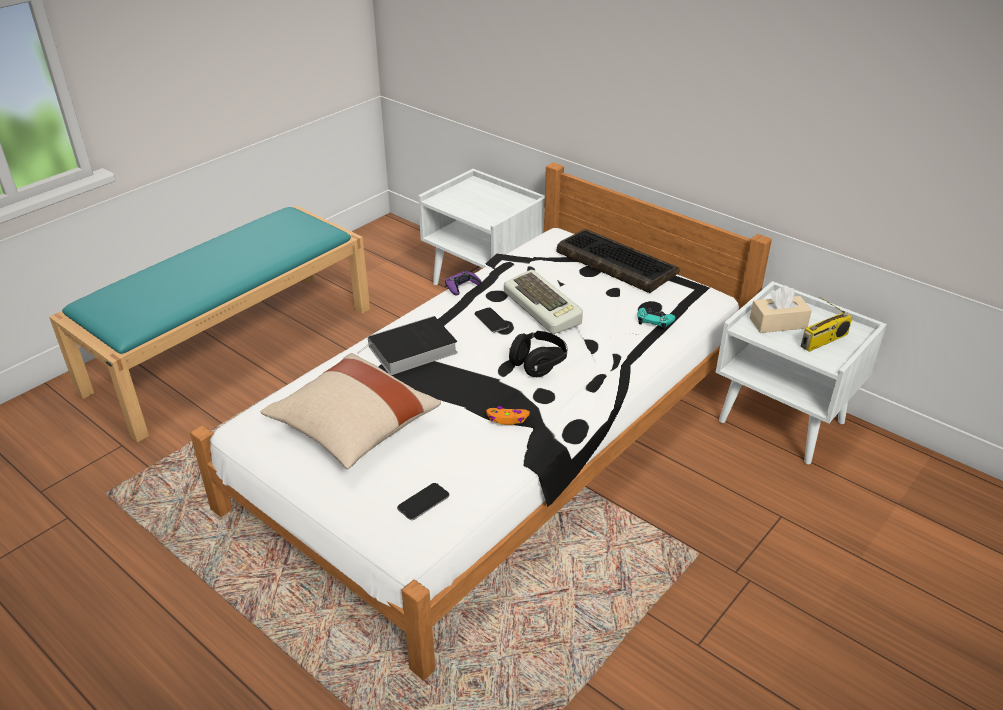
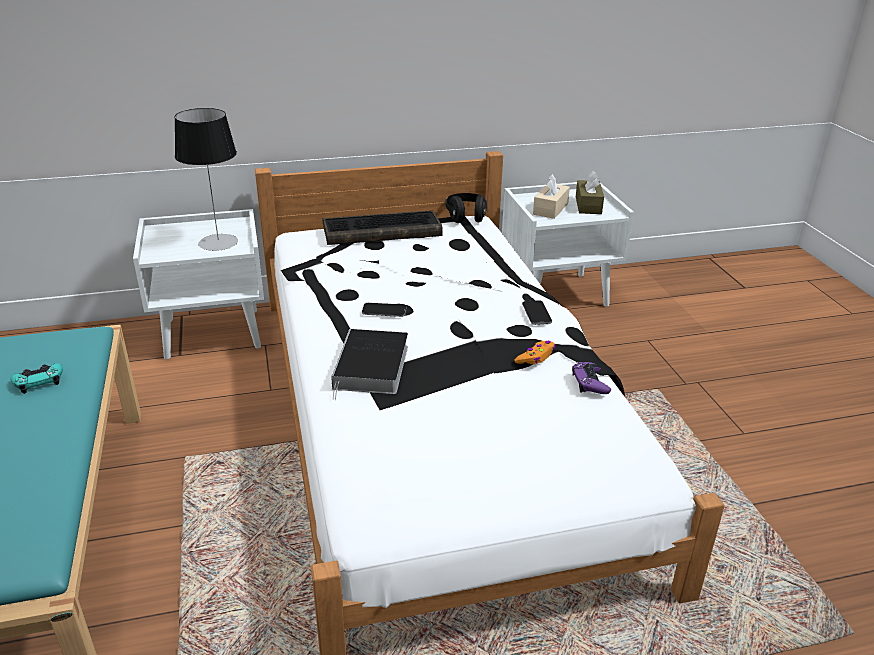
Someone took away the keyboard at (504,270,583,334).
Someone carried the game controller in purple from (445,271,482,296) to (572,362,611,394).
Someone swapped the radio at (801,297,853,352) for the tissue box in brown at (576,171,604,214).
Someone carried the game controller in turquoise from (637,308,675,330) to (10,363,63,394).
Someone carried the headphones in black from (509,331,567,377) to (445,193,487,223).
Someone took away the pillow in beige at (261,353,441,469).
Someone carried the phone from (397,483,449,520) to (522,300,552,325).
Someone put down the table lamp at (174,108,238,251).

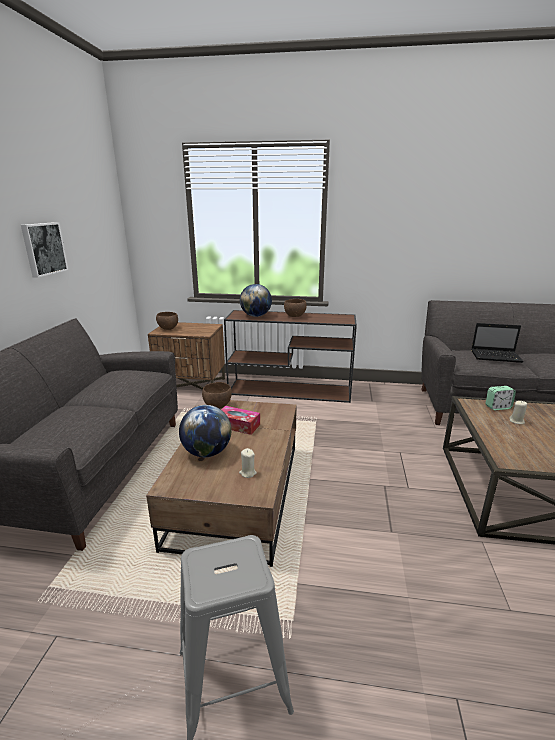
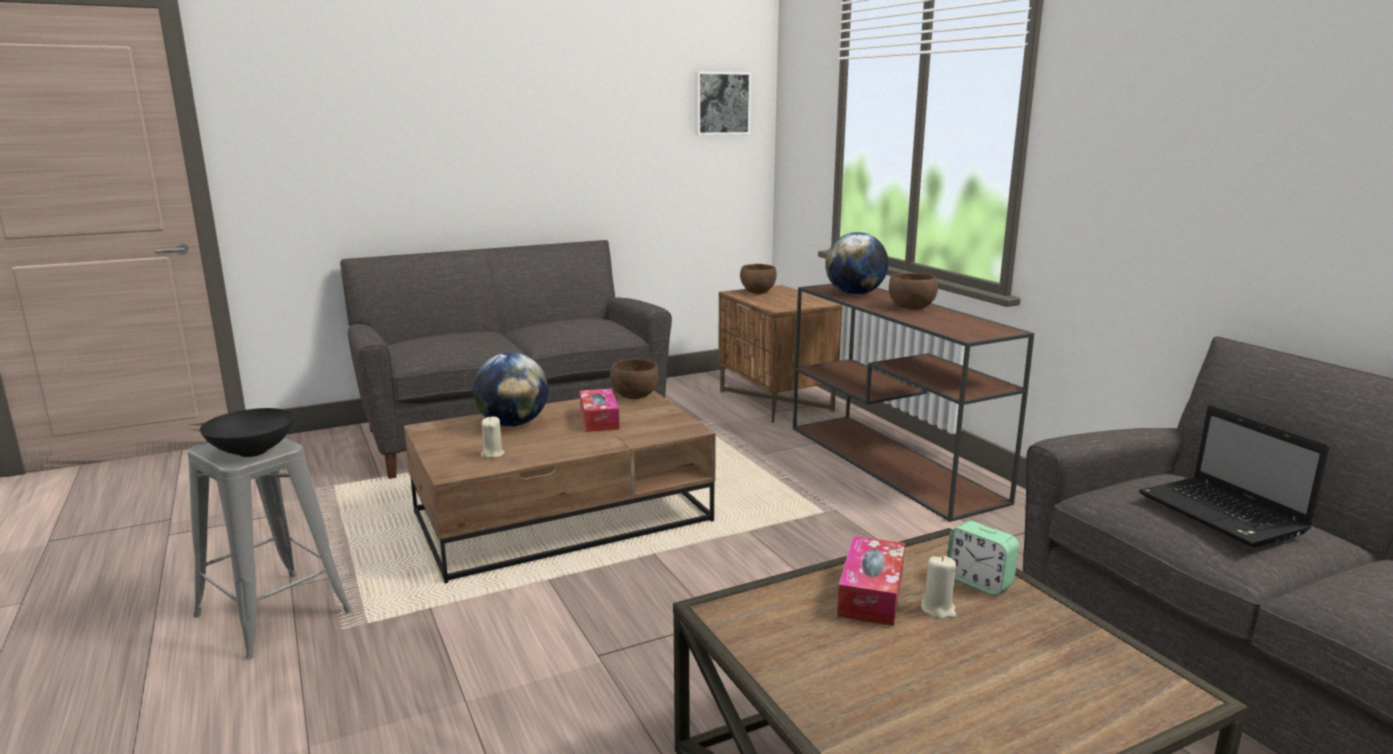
Someone carried the picture from (21,222,68,278) to (695,72,751,135).
Someone put down the bowl in black at (200,408,294,457).
Someone put down the tissue box at (837,536,905,626).

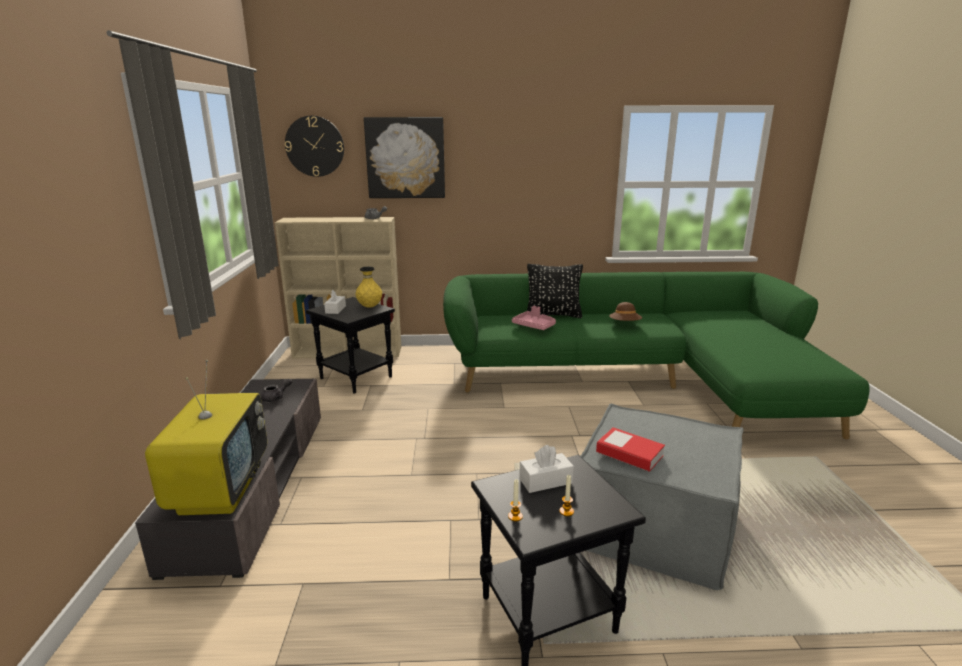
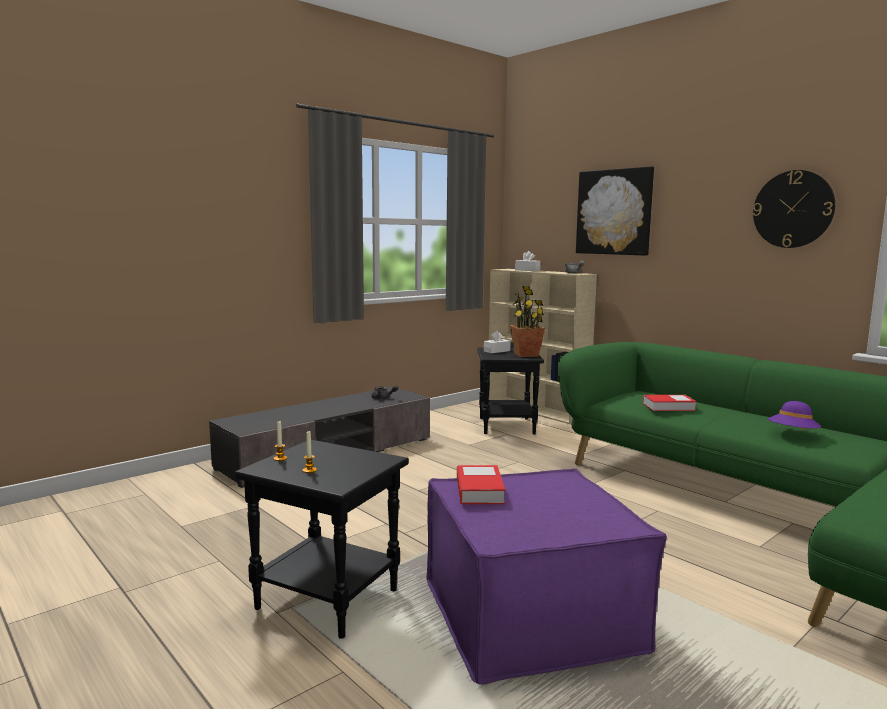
Someone carried the wall clock from (285,116,344,177) to (753,170,835,248).
Someone took away the pillow in black at (527,264,583,318).
Someone swapped the vase in yellow at (355,267,382,308) for the potted plant at (510,286,545,357).
Someone repainted the hat in brown at (609,302,642,321), which became the hat in purple at (768,401,821,430).
Someone swapped the tray in pink at (512,306,556,330) for the book at (643,395,697,411).
Someone took away the television at (145,360,267,515).
Someone repainted the ottoman in grey at (581,403,744,590), which became the ottoman in purple at (426,468,667,685).
Someone carried the tissue box in white from (519,445,574,493) to (515,251,541,271).

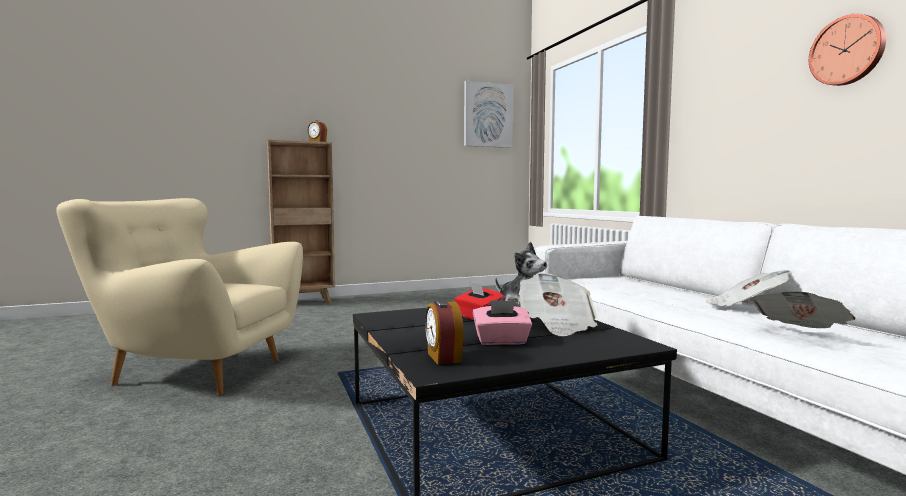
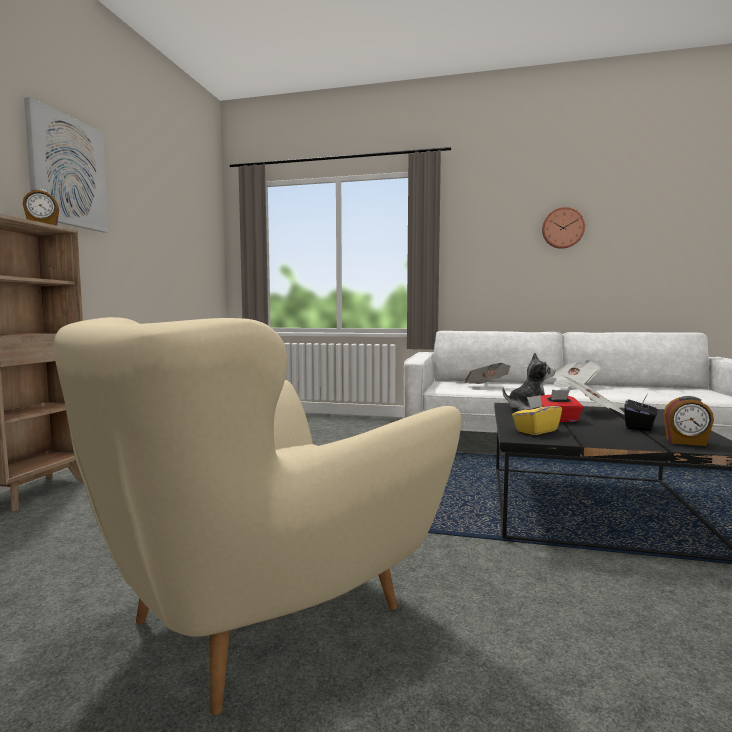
Someone carried the picture from (464,81,513,148) to (24,97,109,233).
Someone carried the newspaper from (750,292,856,328) to (465,363,511,384).
Someone repainted the tissue box in pink at (473,300,532,345), which became the tissue box in black at (624,394,658,431).
Someone put down the tissue box in yellow at (512,395,562,435).

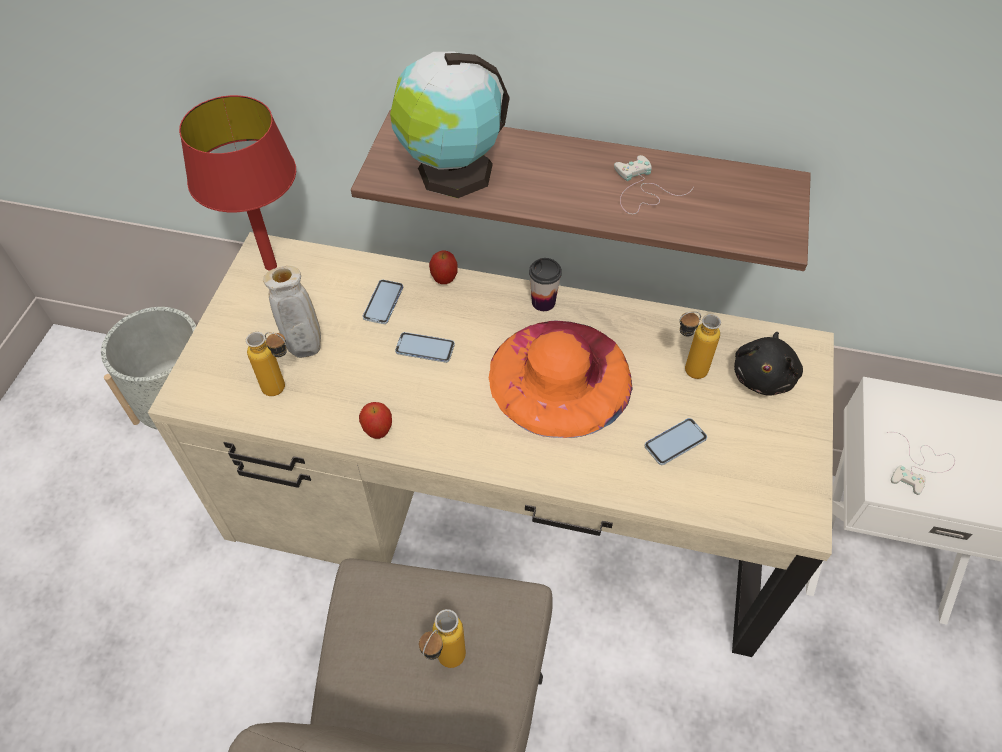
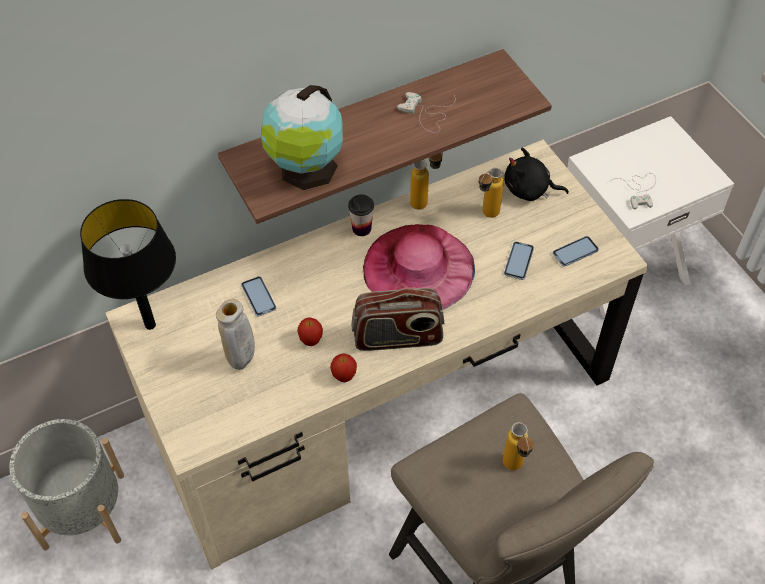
Someone repainted the table lamp in red at (179,95,296,271), which became the table lamp in black at (80,199,176,330).
Someone carried the apple from (429,250,458,284) to (297,317,323,346).
Someone repainted the hat in orange at (489,320,633,438), which became the hat in pink at (363,224,475,310).
Someone carried the bottle from (246,332,287,396) to (410,152,443,210).
Someone carried the phone from (395,332,455,363) to (552,236,599,267).
Someone rotated the plush toy in black at (734,332,803,396) by 120 degrees clockwise.
Someone put down the radio at (351,288,444,351).

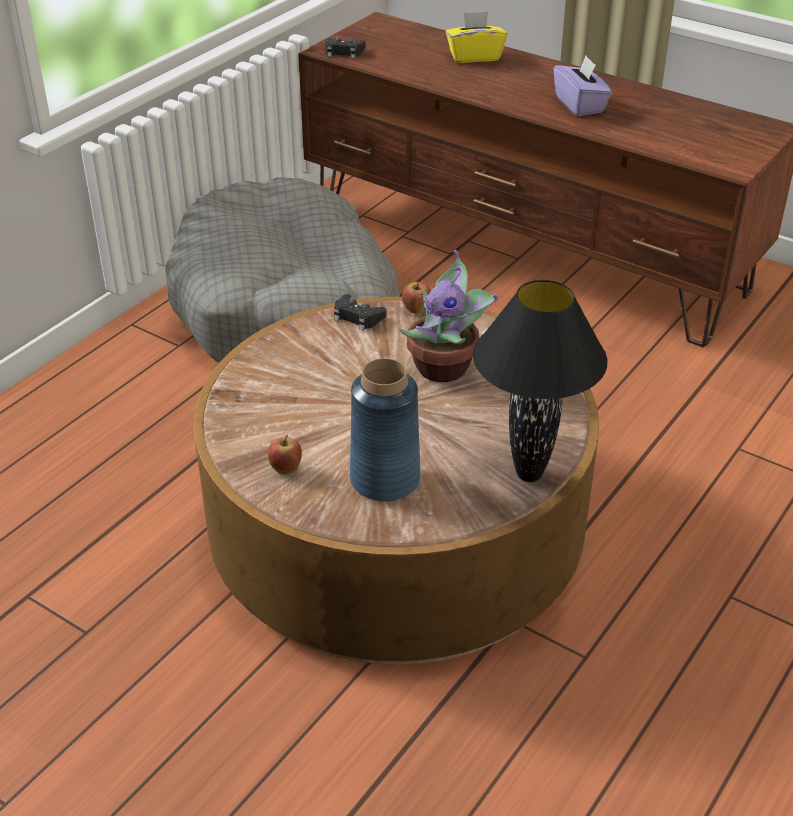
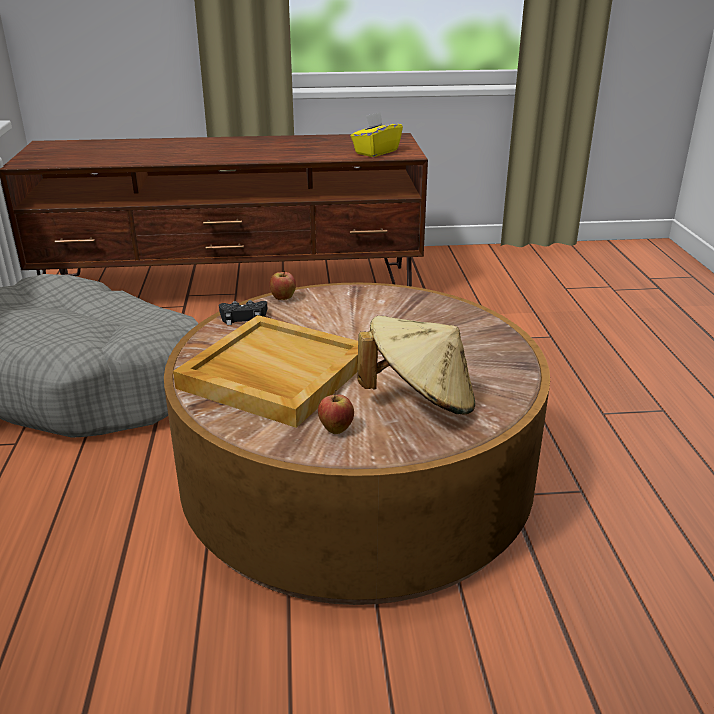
Someone carried the tissue box in yellow from (446,11,507,63) to (351,112,403,157).
Someone took away the game controller in black at (325,37,366,58).
Someone took away the tissue box in purple at (554,56,612,116).
Someone took away the potted plant at (399,250,498,382).
Someone took away the table lamp in black at (473,280,607,482).
Someone swapped the vase in blue at (350,358,421,502) for the hat in beige at (358,316,475,415).
Someone put down the tray in beige at (173,315,358,428).

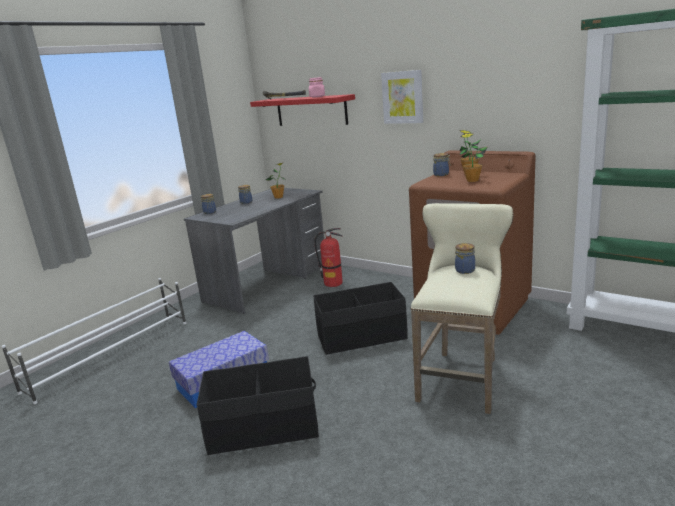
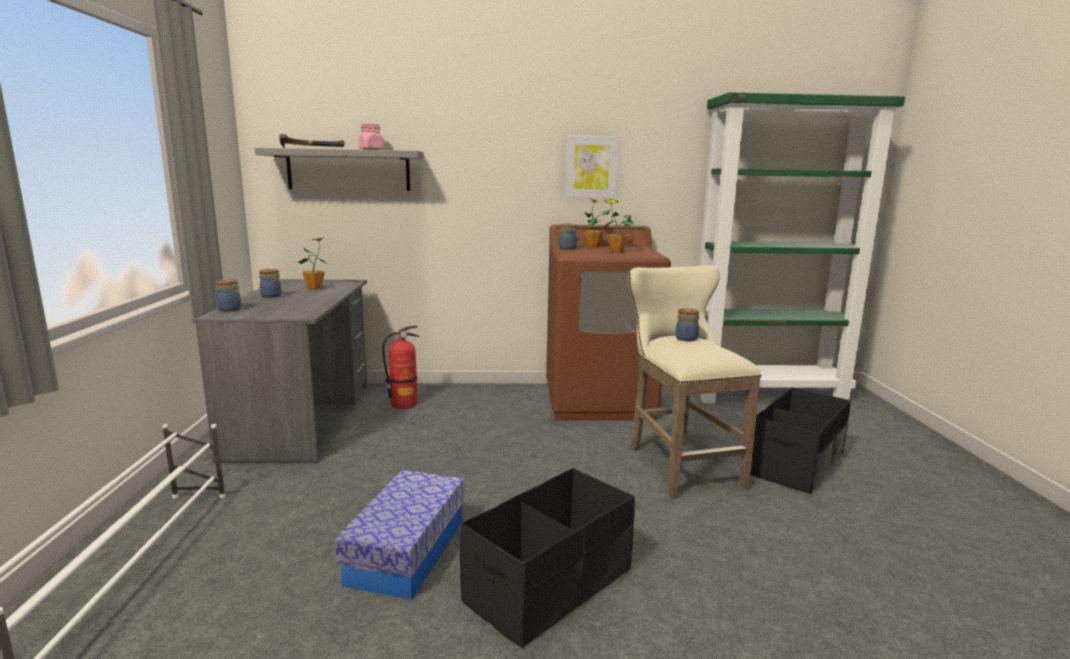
Someone carried the picture from (381,70,423,124) to (564,135,619,198).
Someone repainted the shelf in red at (250,94,355,126), which became the shelf in grey at (255,148,424,191).
Someone carried the storage box in black from (313,282,408,355) to (751,387,851,494).

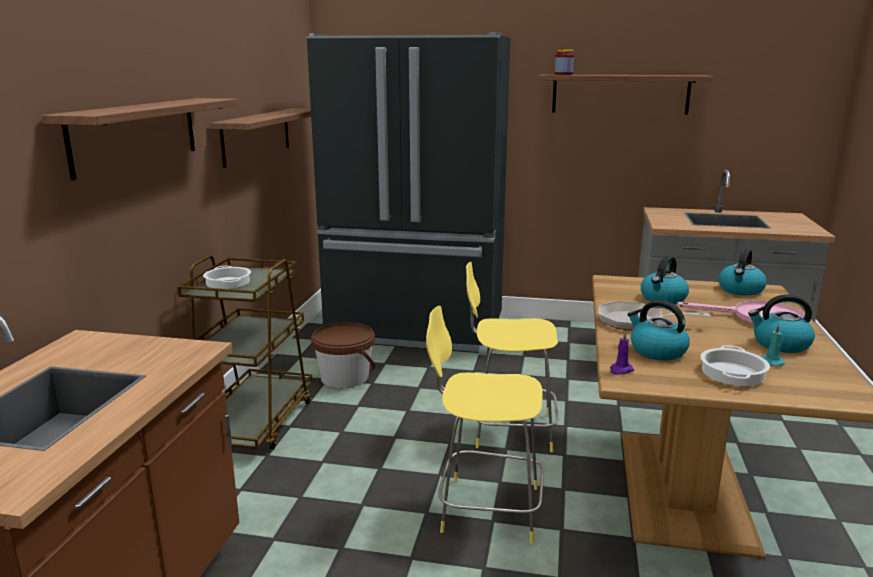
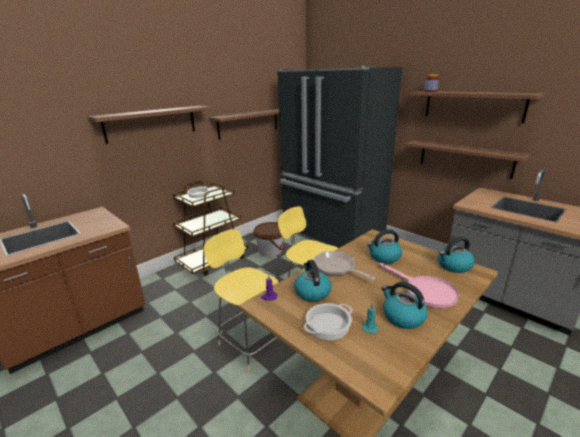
Someone put up the shelf at (406,140,531,179).

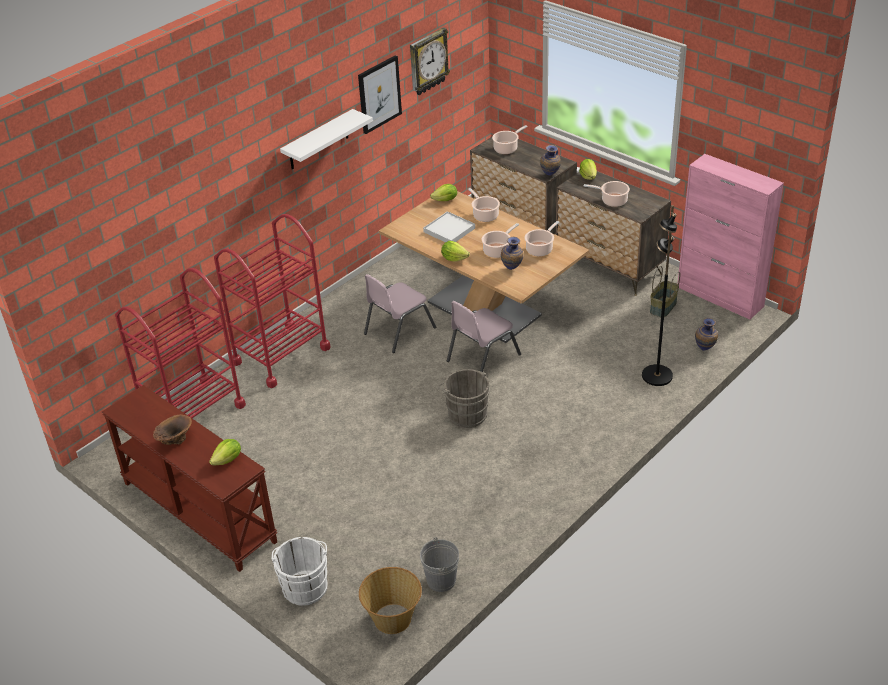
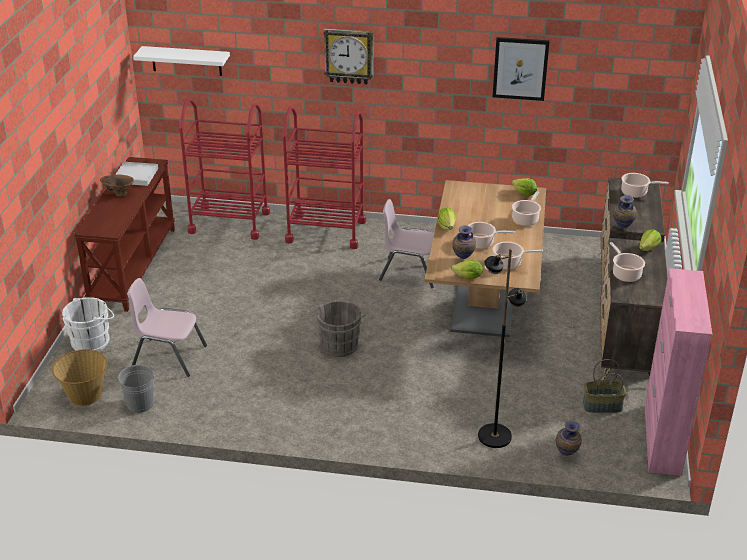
Someone carried the wall clock from (410,27,450,95) to (324,28,373,85).
Someone carried the shelf in white from (280,109,373,170) to (133,46,230,76).
Someone carried the tray in white from (423,211,475,242) to (115,162,158,186).
Someone carried the chair in pink from (447,301,521,372) to (127,278,207,377).
Someone carried the lettuce from (209,439,241,465) to (451,260,483,278).

